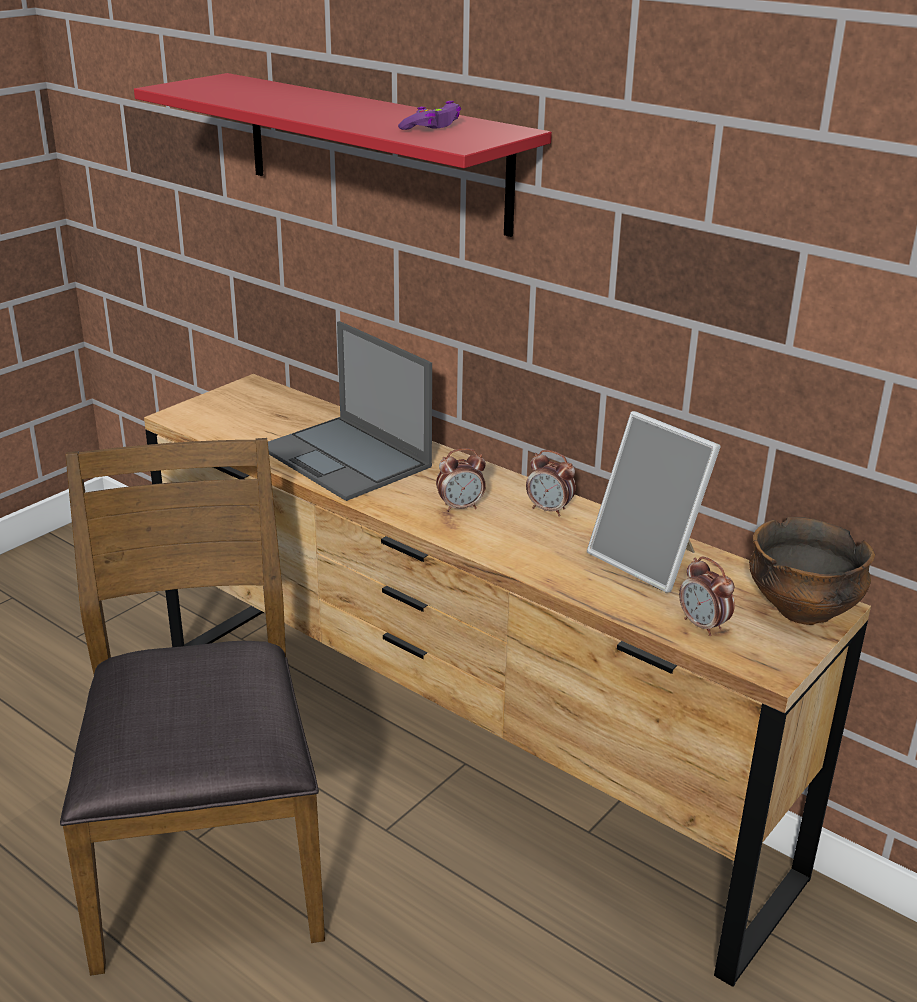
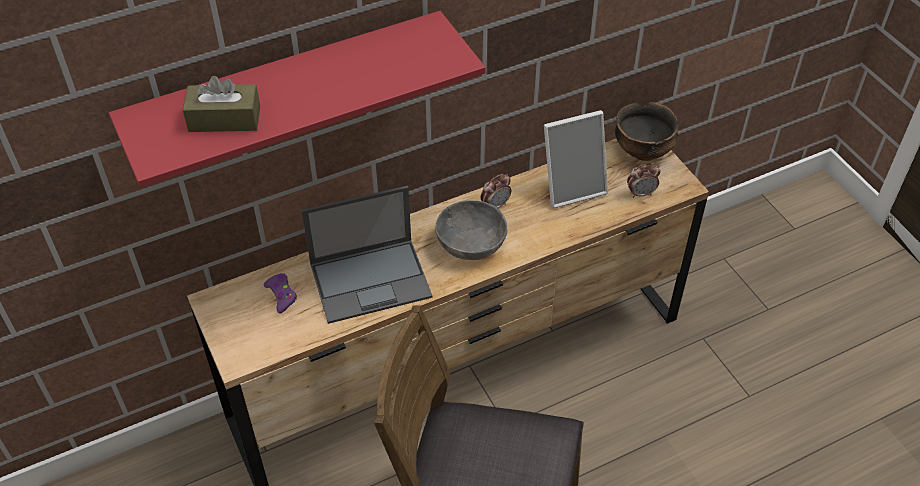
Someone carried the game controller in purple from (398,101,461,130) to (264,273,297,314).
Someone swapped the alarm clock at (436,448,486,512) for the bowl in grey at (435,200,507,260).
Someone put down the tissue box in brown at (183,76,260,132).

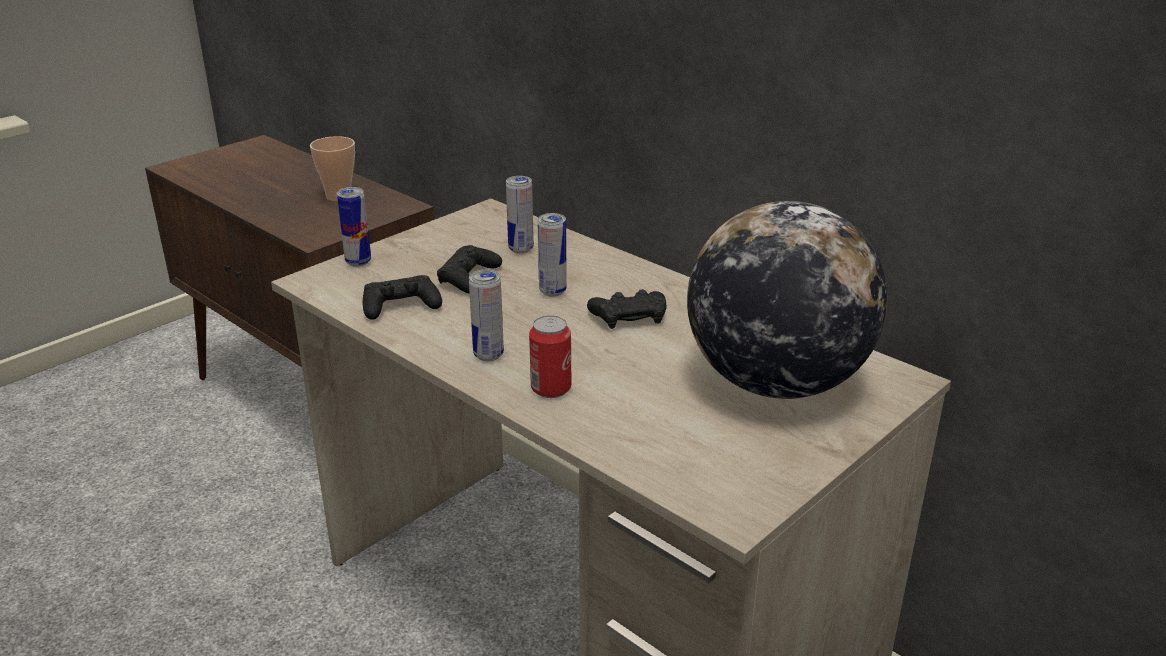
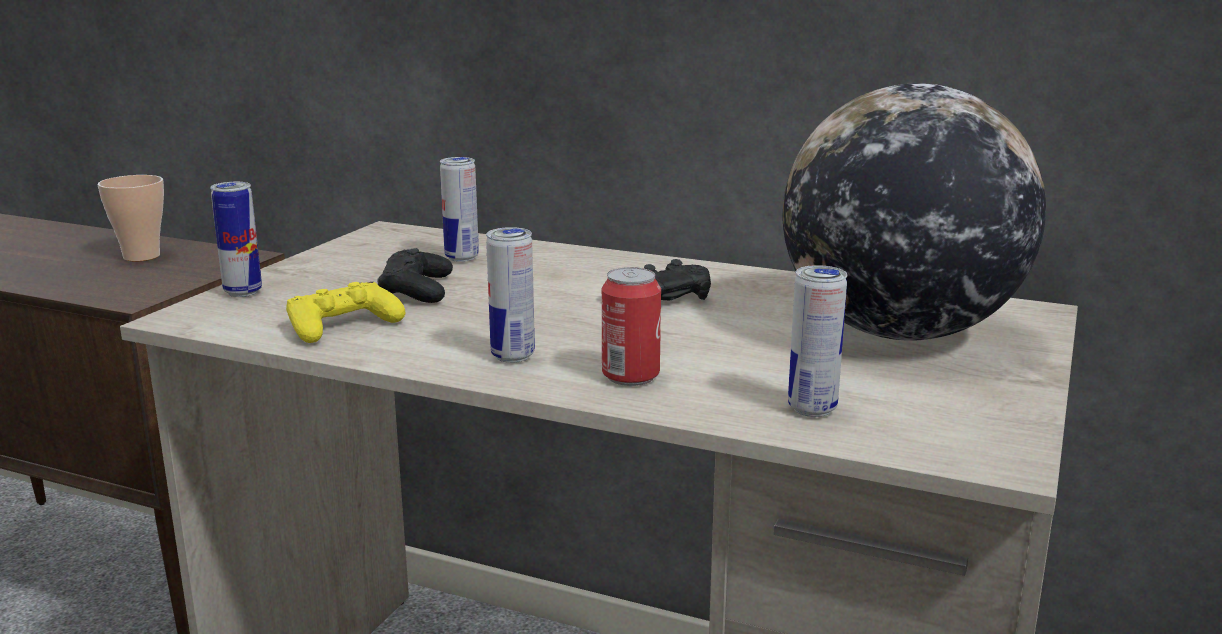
Someone carried the can from (538,213,567,297) to (788,265,847,417).
Someone repainted the game controller in black at (363,275,442,320), which became the game controller in yellow at (286,282,405,343).

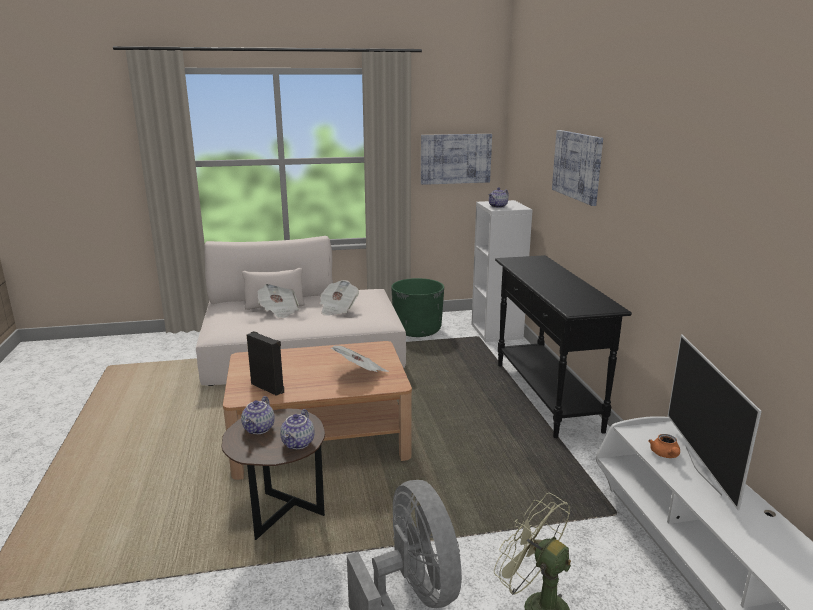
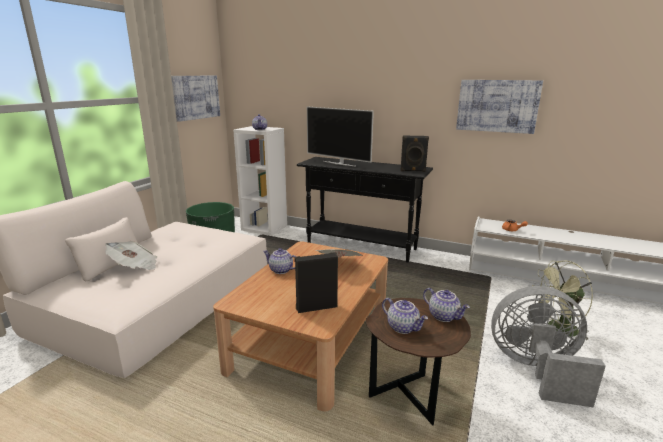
Someone carried the picture from (552,130,603,206) to (456,80,543,134).
Someone took away the newspaper at (319,280,359,316).
Someone carried the television from (668,335,762,510) to (307,107,374,167).
Someone put down the speaker in black at (401,136,429,172).
Someone put down the teapot at (263,248,296,274).

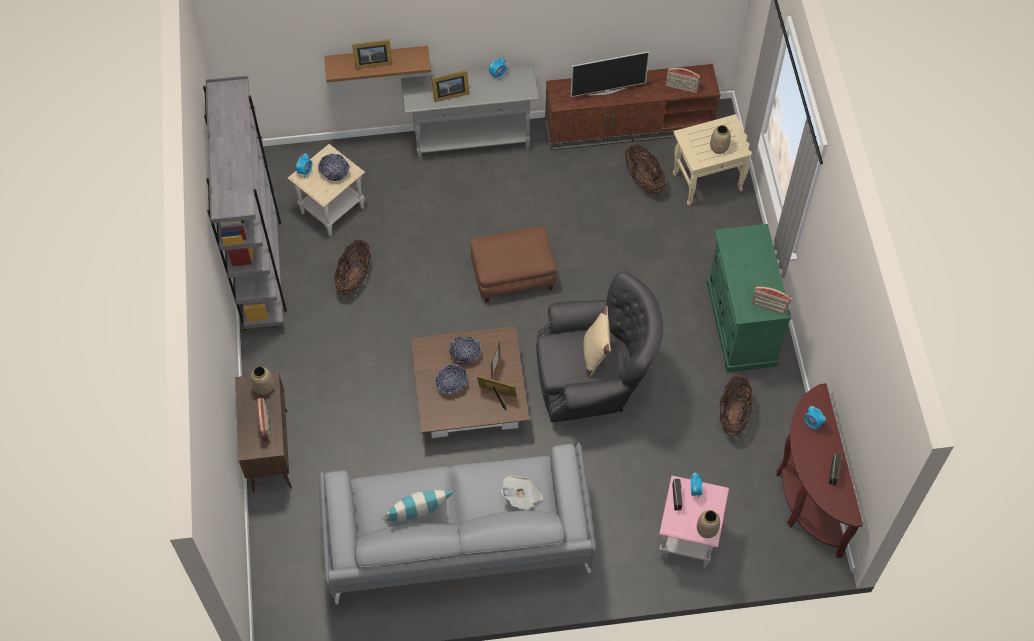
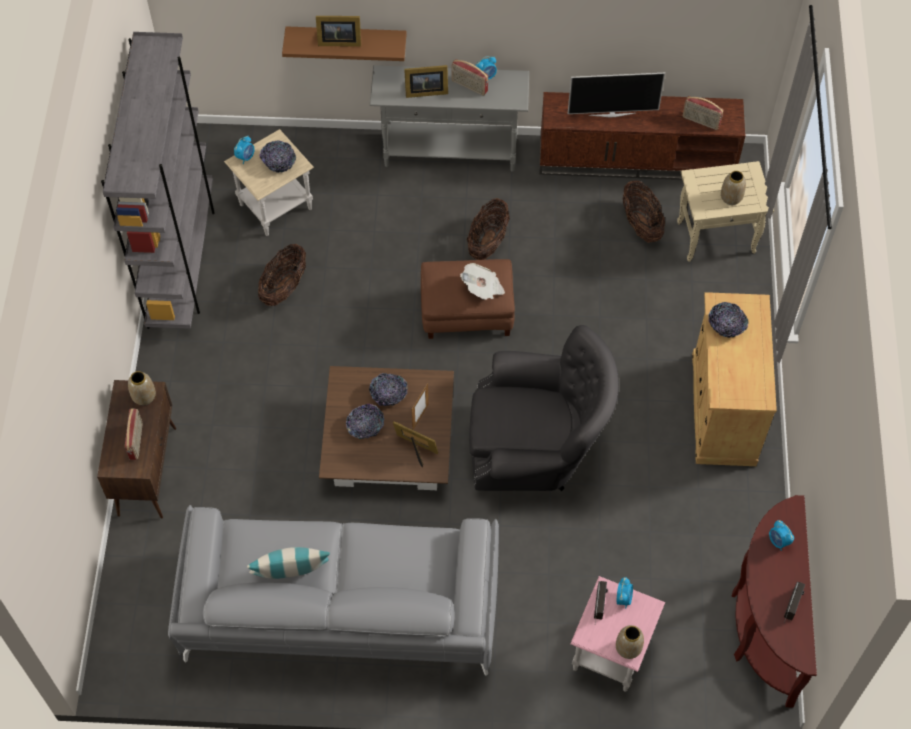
Someone repainted the cabinet in green at (707,224,792,372), which became the cabinet in beige at (692,292,777,466).
Someone carried the radio from (752,286,791,314) to (452,59,488,96).
Someone took away the pillow in beige at (583,305,611,377).
Someone carried the basket from (719,375,752,436) to (467,198,510,260).
Someone carried the newspaper from (501,475,543,510) to (460,263,505,300).
Someone put down the bowl at (708,302,749,338).

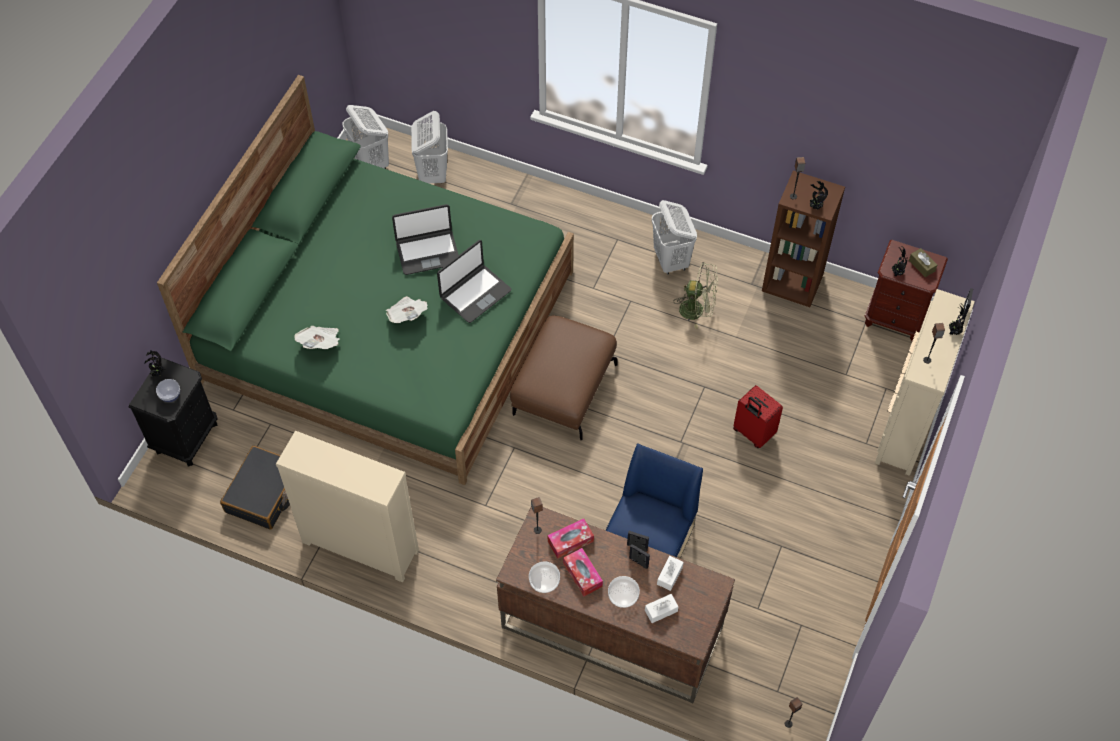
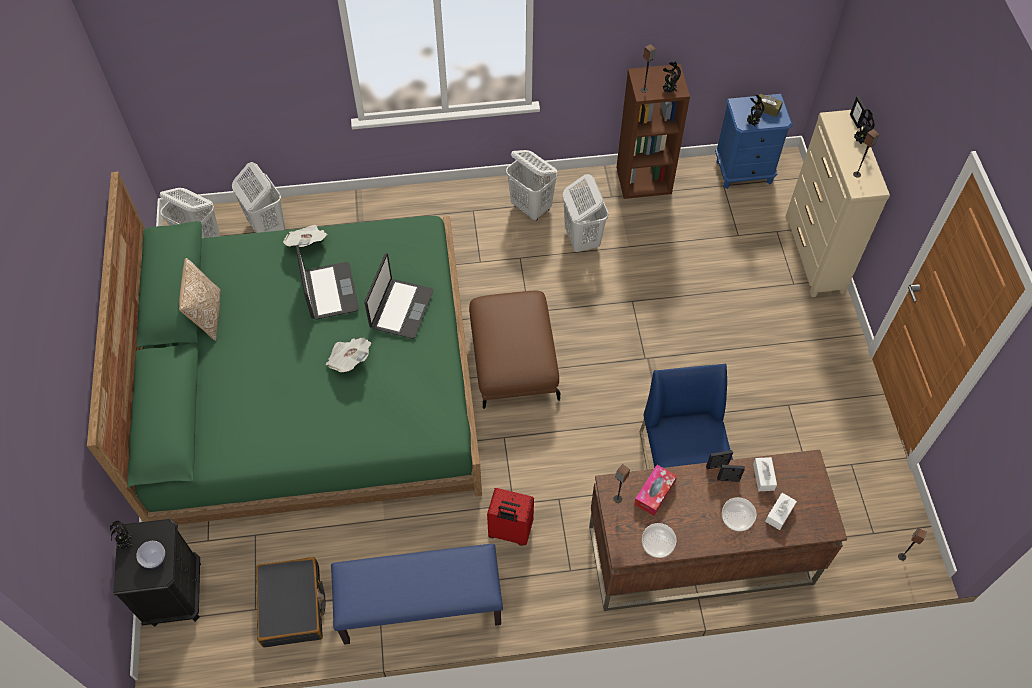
Someone rotated the laptop at (392,204,459,275) by 60 degrees counterclockwise.
Someone repainted the nightstand in brown at (864,240,948,341), which became the nightstand in blue at (715,94,792,189).
Someone swapped the fan in green at (673,262,718,329) for the laundry basket in white at (563,174,608,252).
Someone carried the newspaper from (294,326,340,349) to (283,225,328,247).
Someone carried the suitcase in red from (733,385,783,448) to (487,488,534,546).
Someone swapped the dresser in beige at (276,431,419,582) for the bench in blue at (331,544,503,645).
Someone took away the tissue box at (563,548,603,596).
Someone put down the pillow at (179,258,221,341).

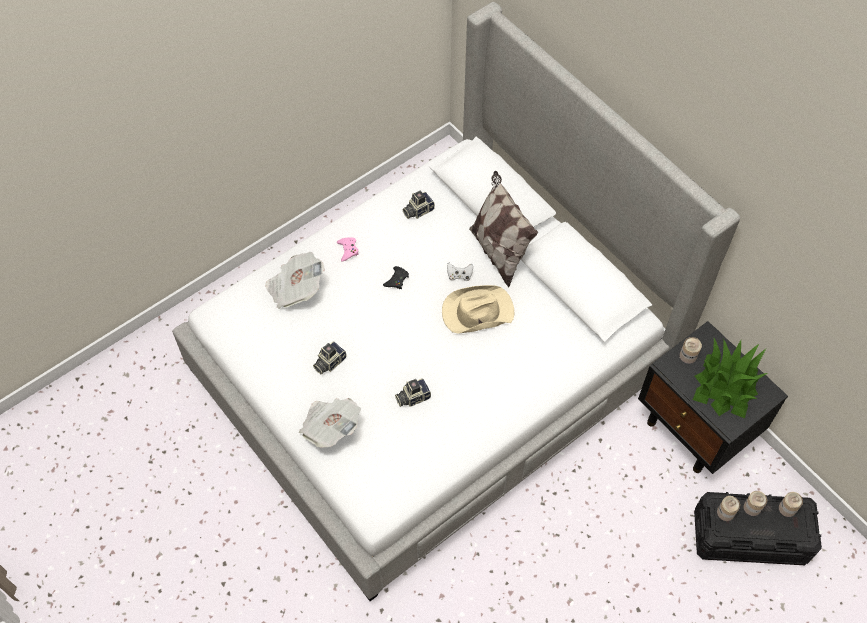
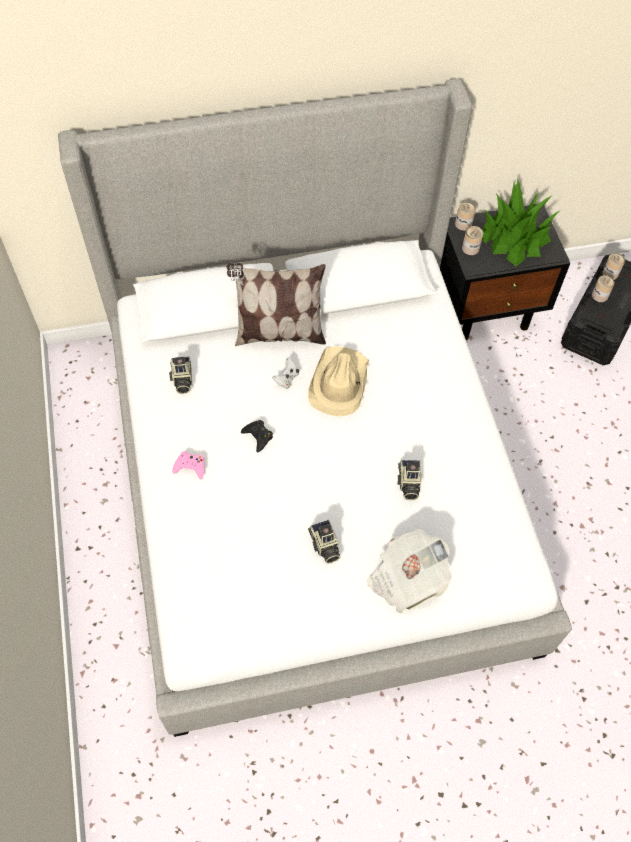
Someone took away the newspaper at (265,252,325,309).
Someone carried the can from (717,496,740,521) to (455,202,476,231).

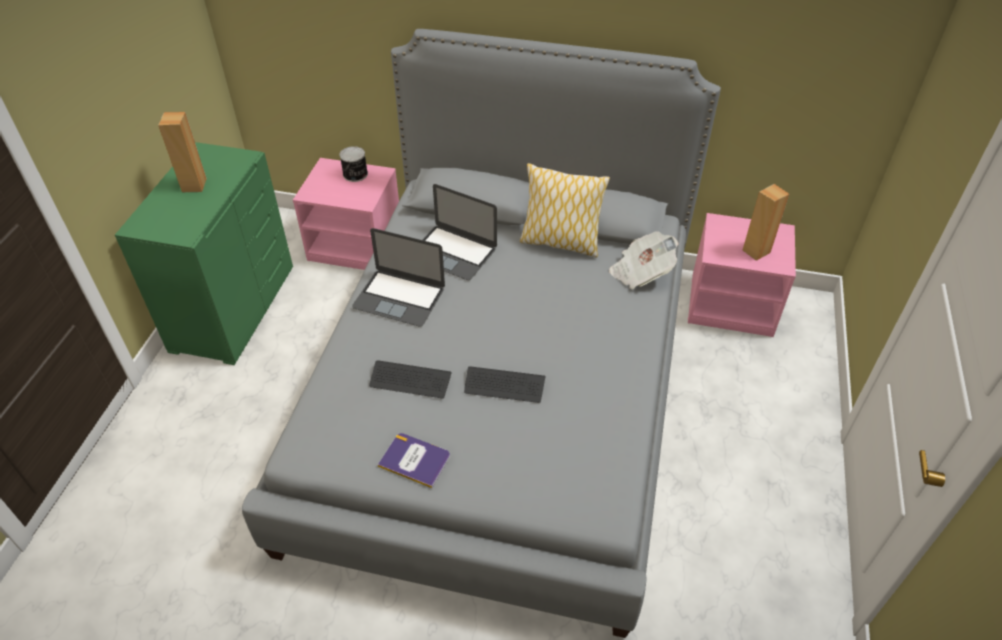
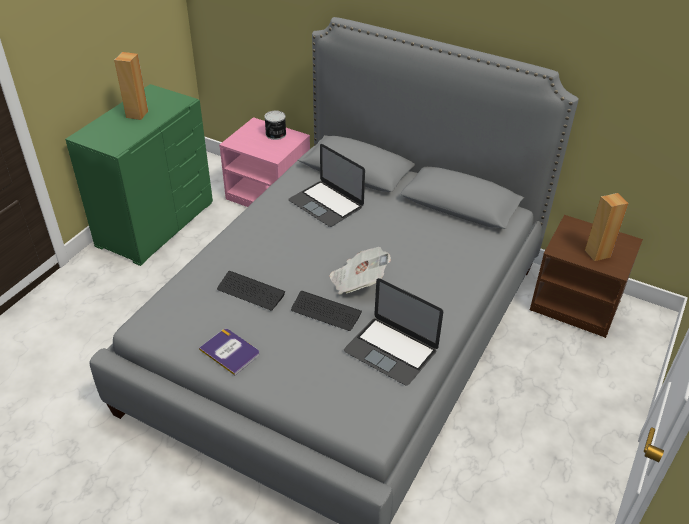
Someone took away the pillow at (520,163,610,258).
Someone repainted the nightstand in pink at (688,213,796,337), which became the nightstand in brown at (530,215,643,338).
Someone carried the laptop from (352,228,445,327) to (344,278,443,385).
Someone carried the newspaper from (609,231,679,289) to (329,247,391,295).

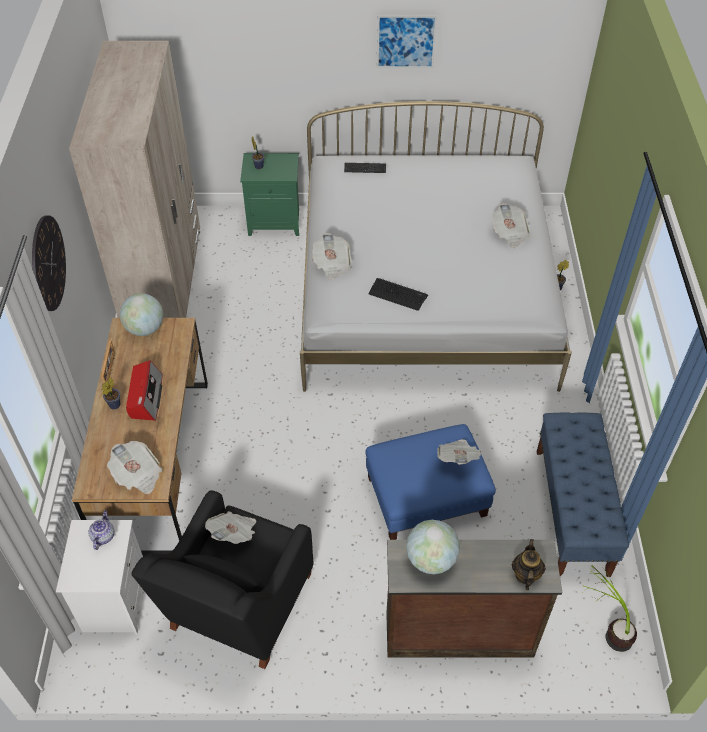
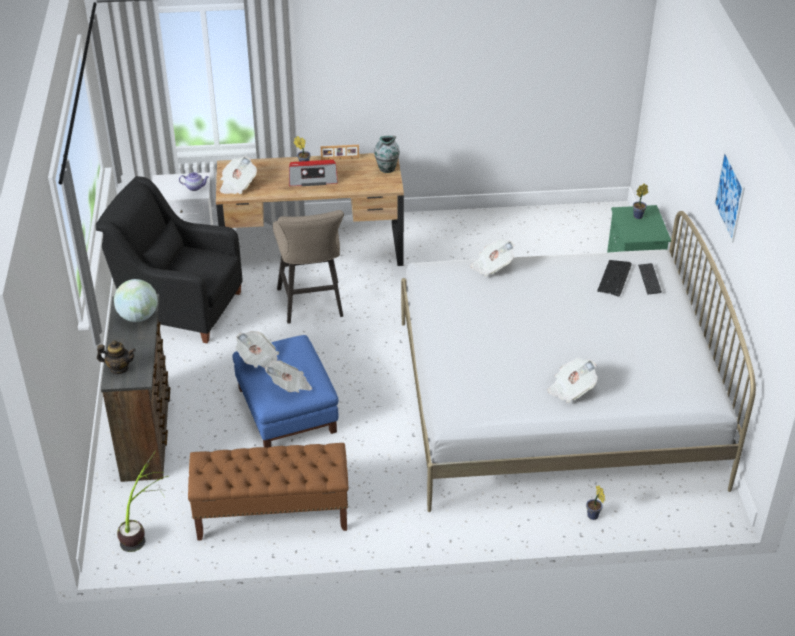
Someone took away the wardrobe in beige at (69,41,200,318).
Someone took away the wall clock at (32,215,66,311).
Someone carried the keyboard from (368,278,428,311) to (597,260,632,297).
Someone swapped the globe at (120,293,163,336) for the vase at (374,136,400,173).
Someone repainted the bench in blue at (537,412,629,577), which became the bench in brown at (188,443,349,541).
Someone carried the newspaper from (205,511,256,544) to (236,331,279,368).
Someone put down the stool in beige at (273,210,344,324).

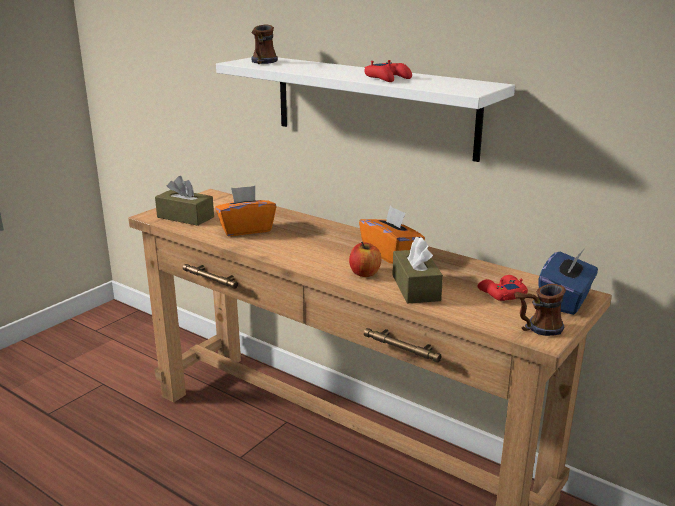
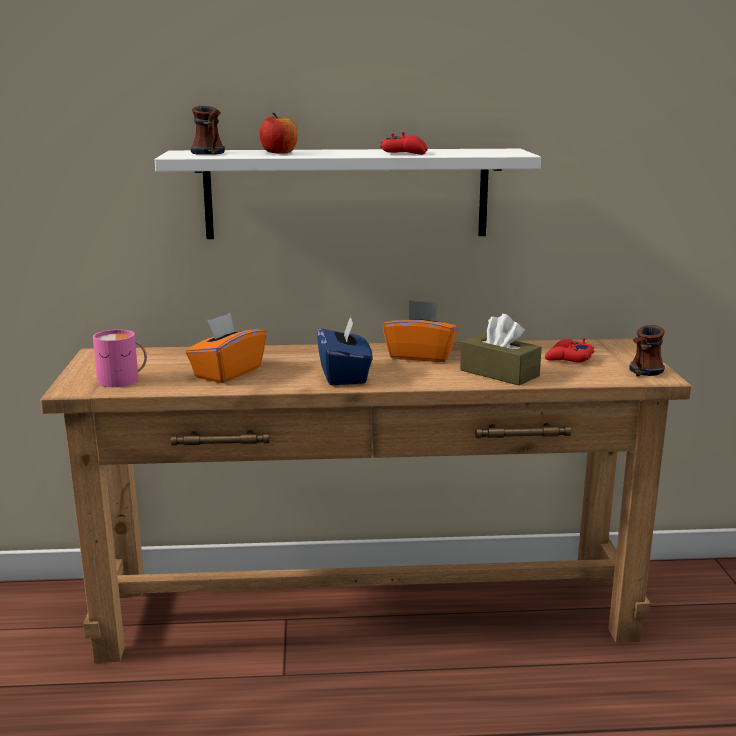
Someone swapped the tissue box in brown at (155,176,214,226) for the mug in pink at (93,329,147,387).
Someone carried the apple from (349,242,382,277) to (260,113,298,153).
Someone carried the tissue box in blue from (539,248,598,315) to (317,316,373,385).

